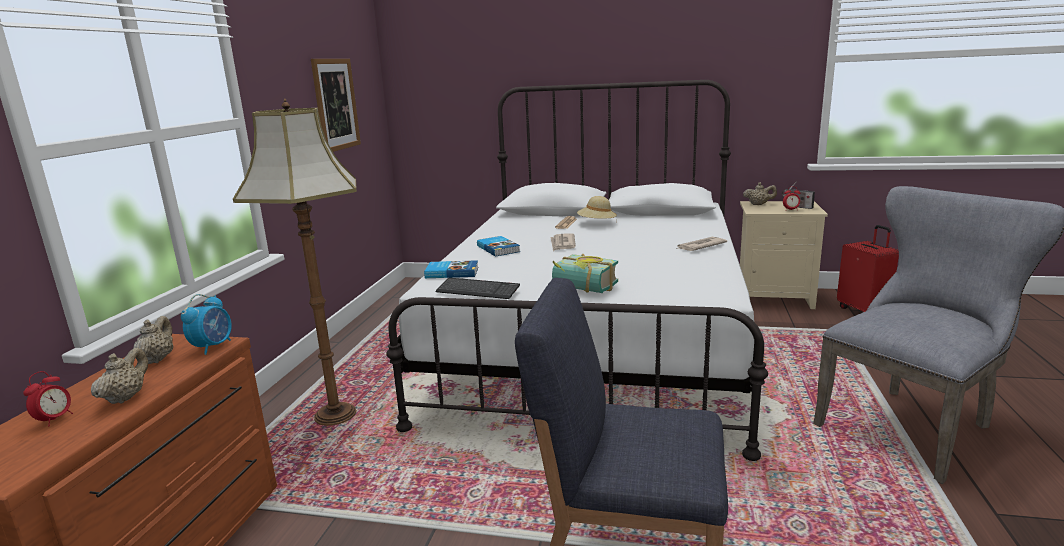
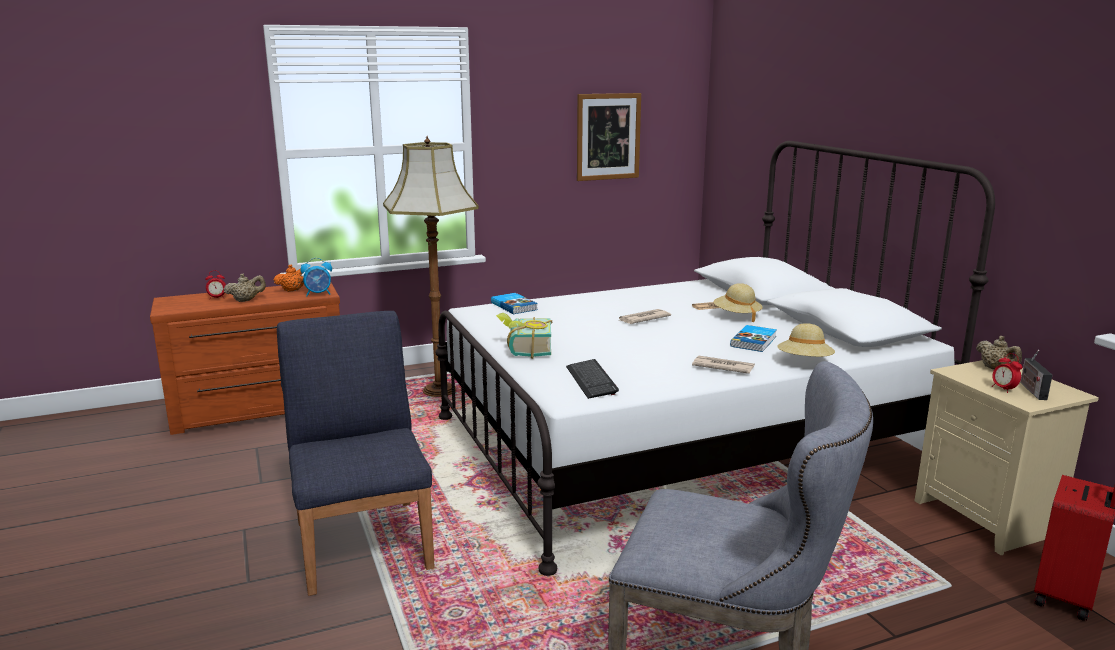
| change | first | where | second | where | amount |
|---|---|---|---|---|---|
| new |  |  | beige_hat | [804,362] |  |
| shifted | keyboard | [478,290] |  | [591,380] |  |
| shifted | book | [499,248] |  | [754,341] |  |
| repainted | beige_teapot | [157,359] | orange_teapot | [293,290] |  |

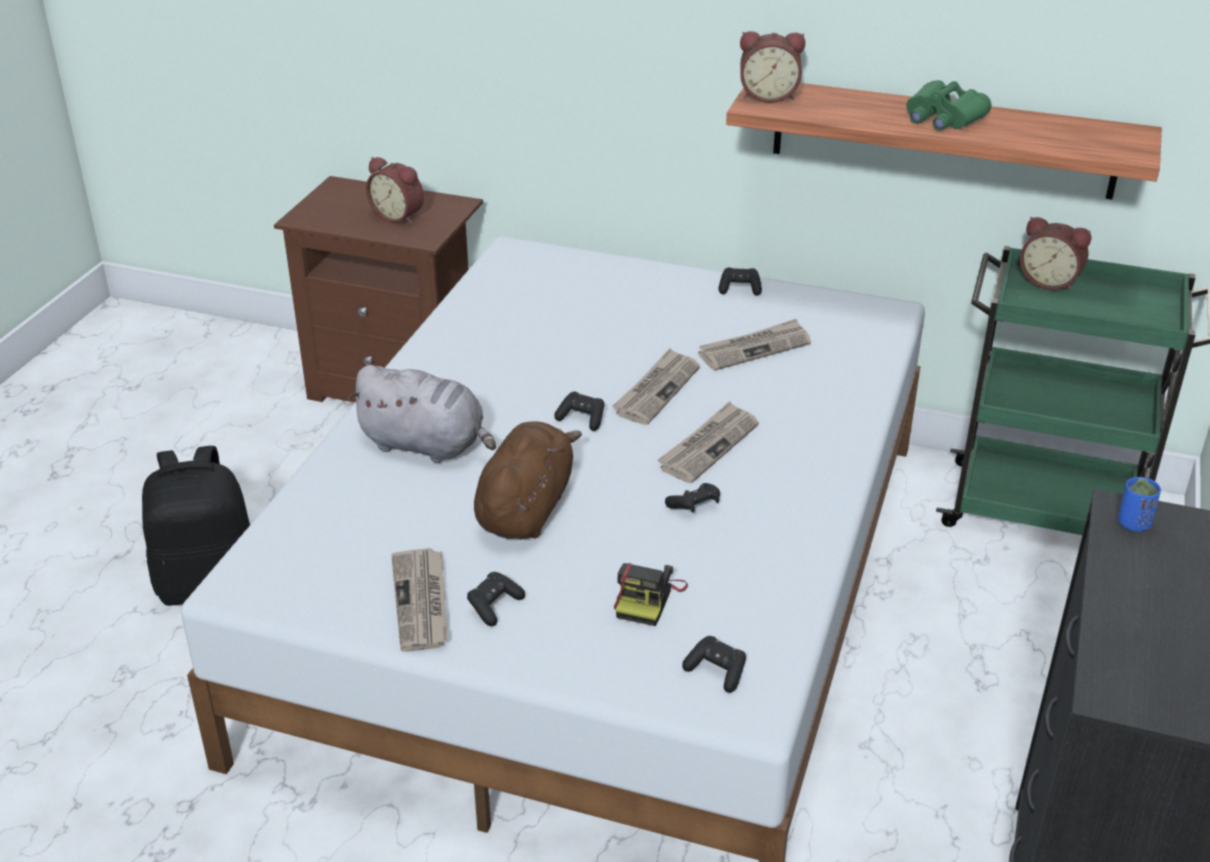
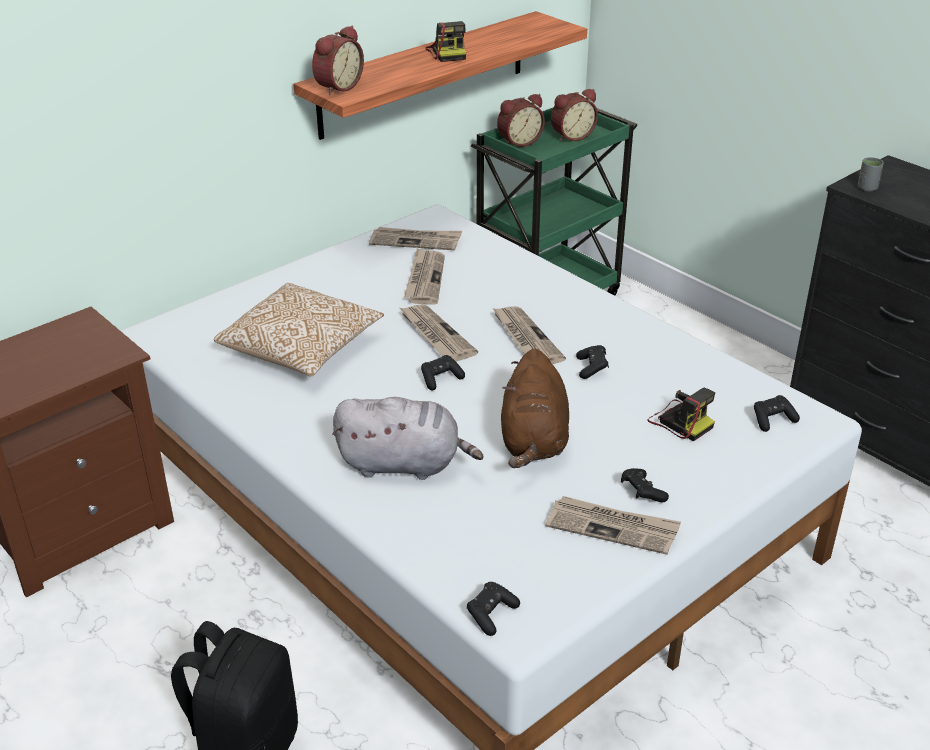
| change | first | where | second | where | amount |
|---|---|---|---|---|---|
| new |  |  | pillow | [301,348] |  |
| new |  |  | newspaper | [416,241] |  |
| shifted | alarm_clock | [399,216] |  | [571,136] |  |
| shifted | black_game_controller | [739,289] |  | [491,614] |  |
| swapped | green_binoculars | [942,118] | photo_camera | [448,53] |  |
| repainted | blue_cup | [1133,524] | grey_cup | [867,188] |  |
| rotated | grey_plush_toy | [427,445] |  | [404,464] | 45 degrees clockwise |
| rotated | brown_plush_toy | [526,508] |  | [534,441] | 135 degrees counterclockwise |

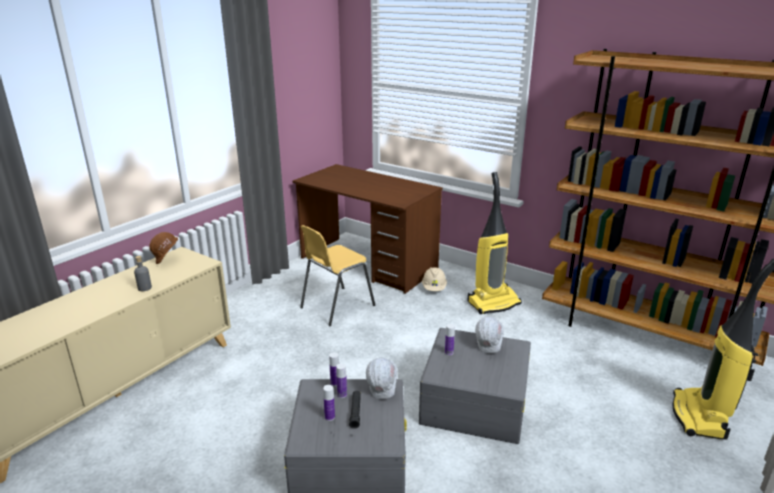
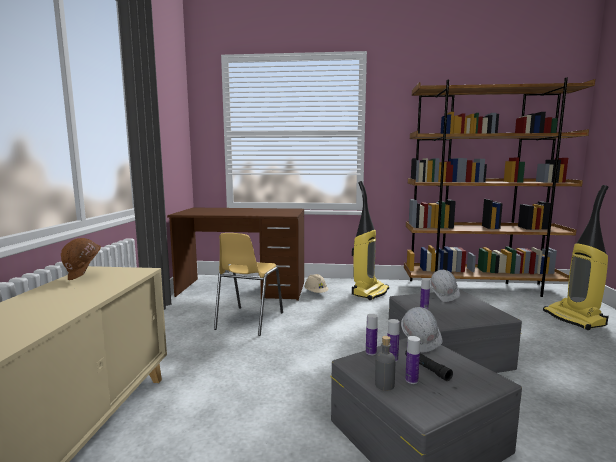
| change | first | where | second | where | amount |
|---|---|---|---|---|---|
| shifted | grey_bottle | [144,288] |  | [384,385] |  |

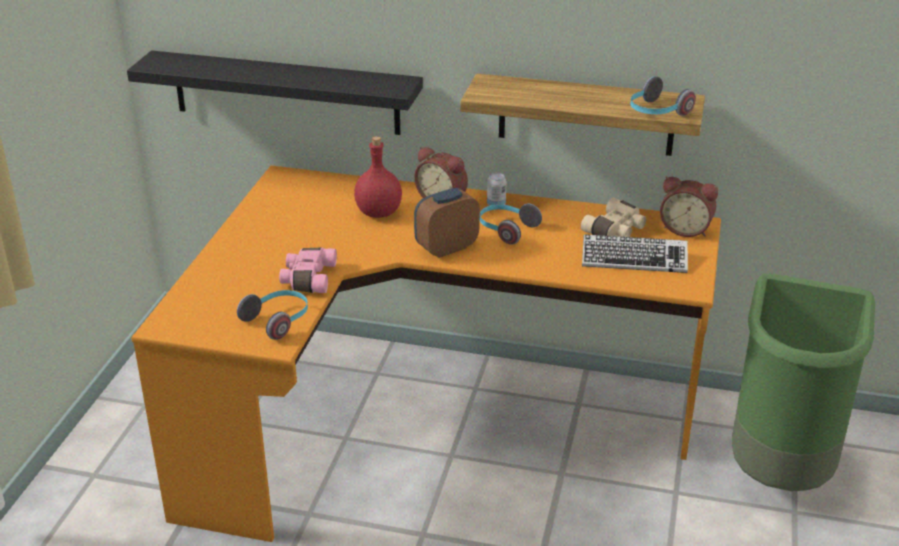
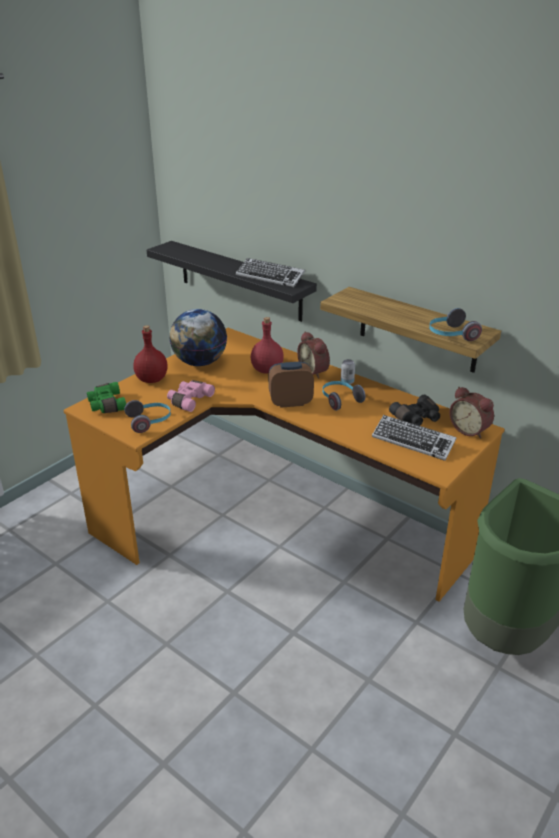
| change | first | where | second | where | amount |
|---|---|---|---|---|---|
| new |  |  | green_binoculars | [106,405] |  |
| new |  |  | red_bottle | [152,379] |  |
| new |  |  | globe | [199,363] |  |
| new |  |  | keyboard | [270,277] |  |
| repainted | beige_binoculars | [616,230] | black_binoculars | [417,418] |  |

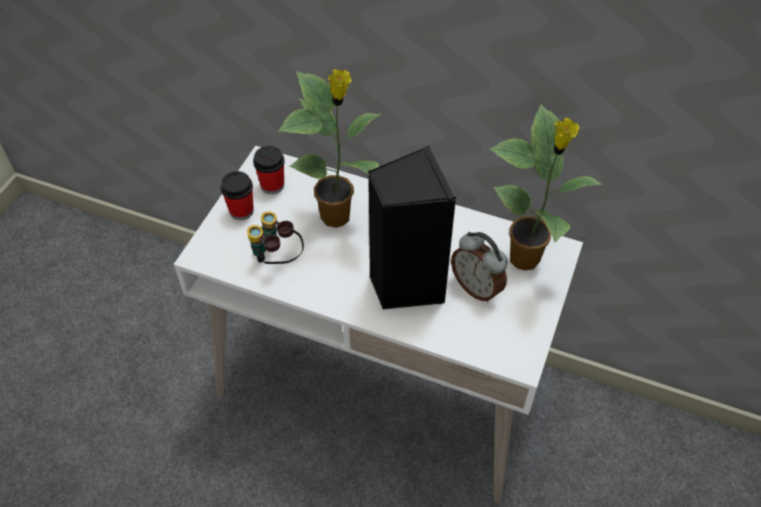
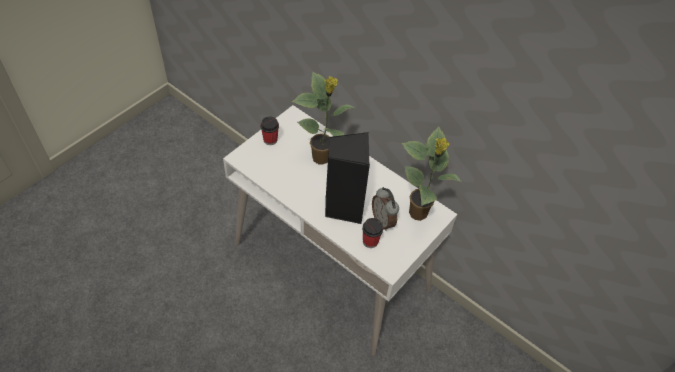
| change | first | where | second | where | amount |
|---|---|---|---|---|---|
| gone | binoculars | [277,260] |  |  |  |
| shifted | cup | [272,185] |  | [370,241] |  |

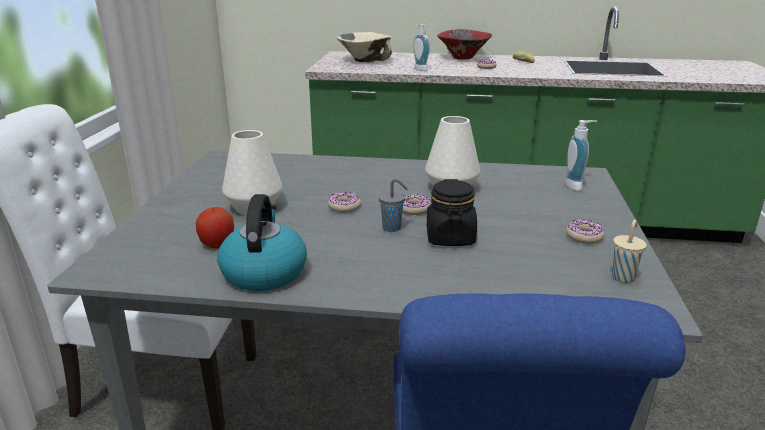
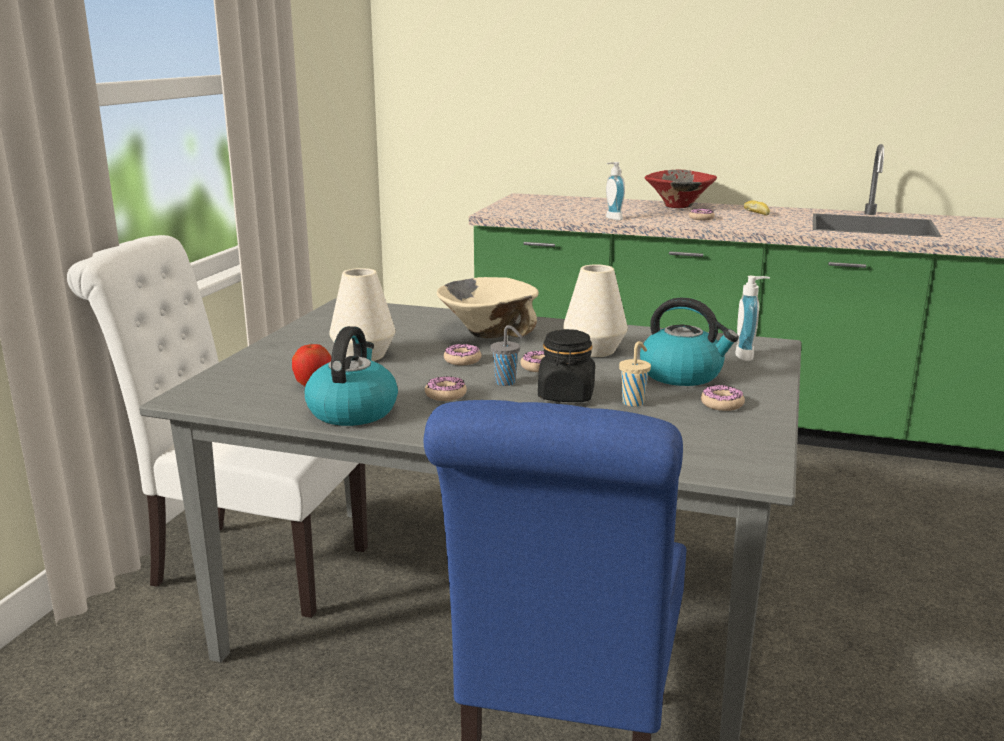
| change | first | where | second | where | amount |
|---|---|---|---|---|---|
| new |  |  | donut | [445,395] |  |
| new |  |  | kettle | [682,374] |  |
| shifted | beige_bowl | [364,61] |  | [488,333] |  |
| shifted | beige_cup | [623,277] |  | [633,402] |  |

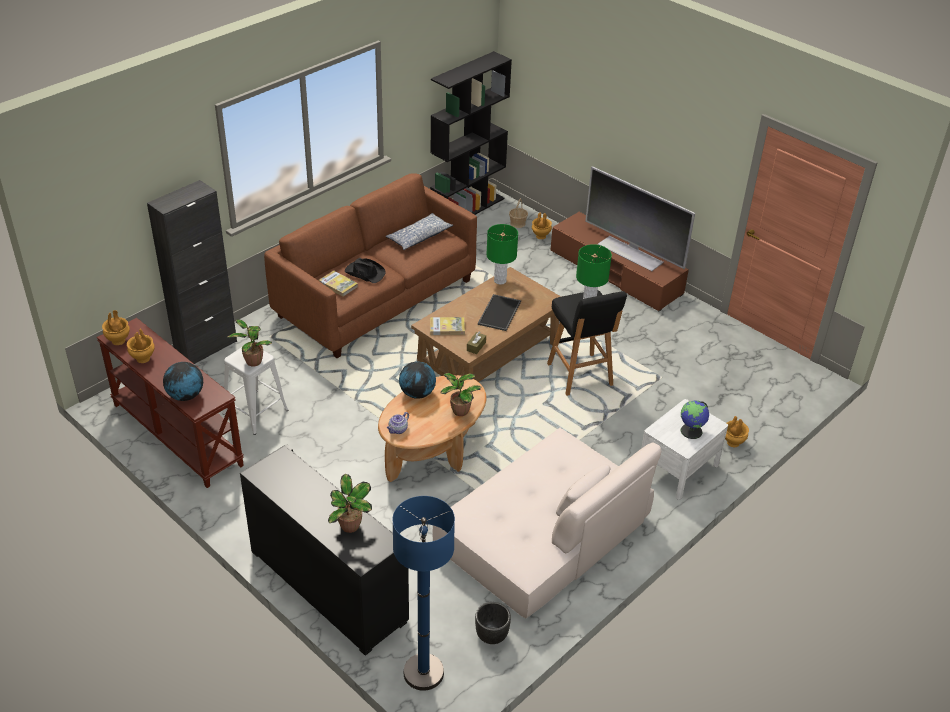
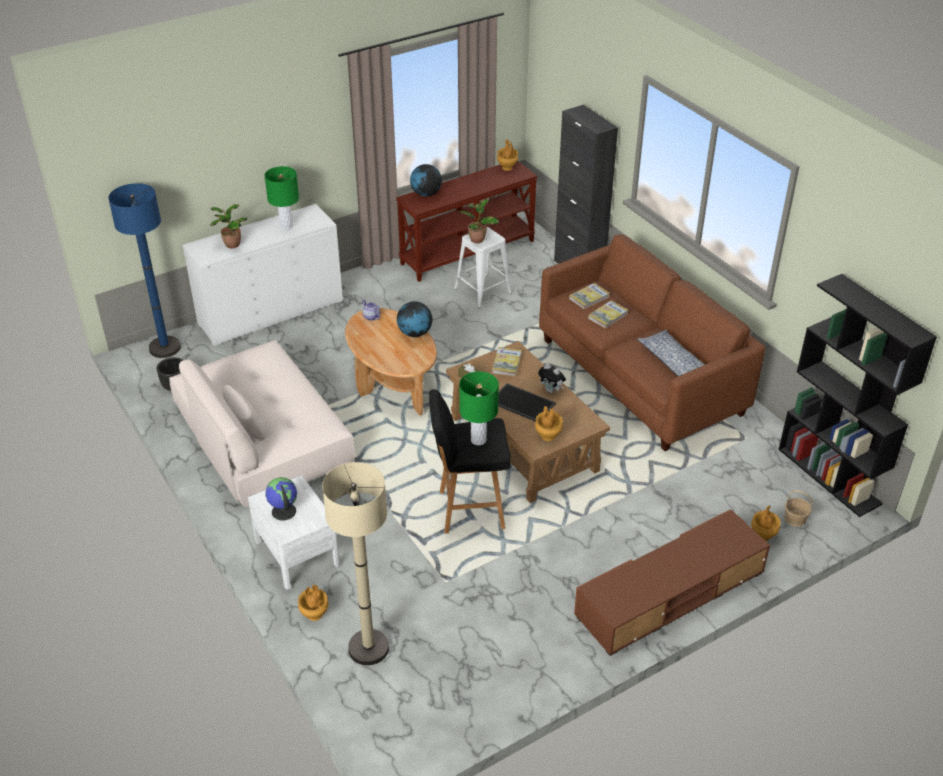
| change | first | where | second | where | amount |
|---|---|---|---|---|---|
| gone | potted_plant | [459,411] |  |  |  |
| gone | television | [631,253] |  |  |  |
| new |  |  | beige_floor_lamp | [368,648] |  |
| new |  |  | plush_toy | [551,390] |  |
| shifted | brown_vase | [143,359] |  | [547,436] |  |
| shifted | green_table_lamp | [500,280] |  | [286,226] |  |
| swapped | black_hat | [364,272] | book | [608,316] |  |
| repainted | black_cabinet | [328,585] | white_cabinet | [271,312] |  |

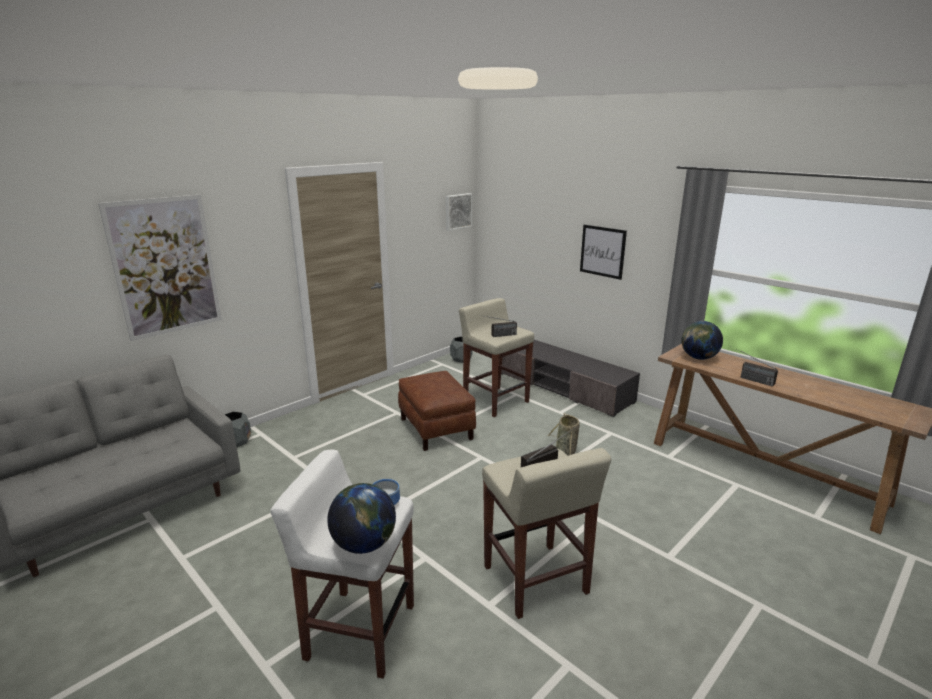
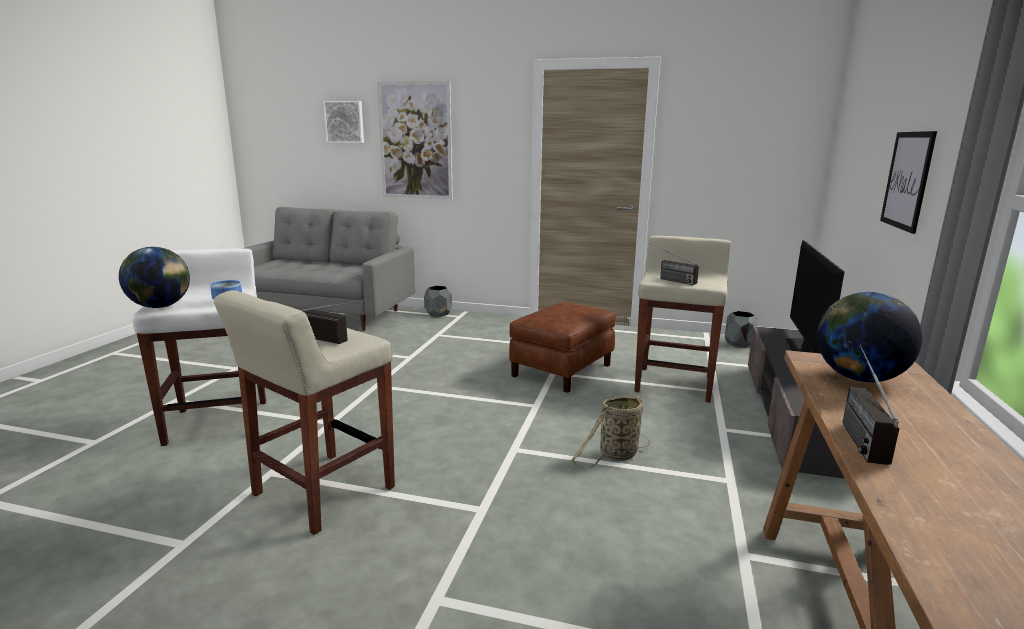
| change | first | where | second | where | amount |
|---|---|---|---|---|---|
| new |  |  | television | [807,351] |  |
| shifted | picture | [457,211] |  | [345,122] |  |

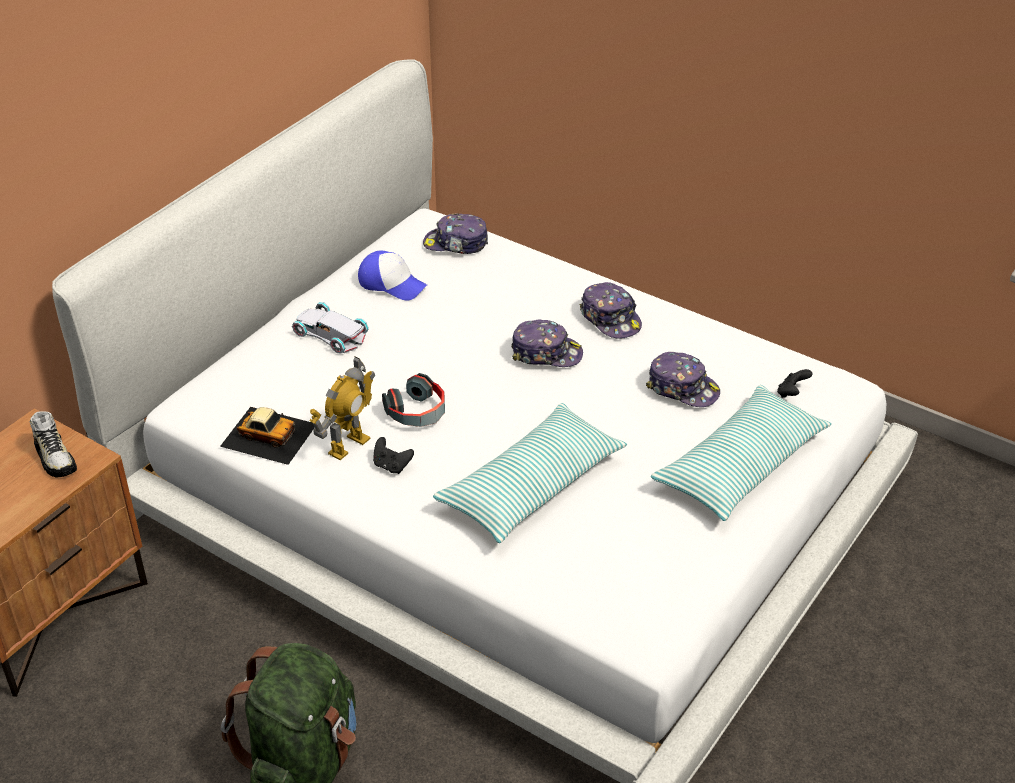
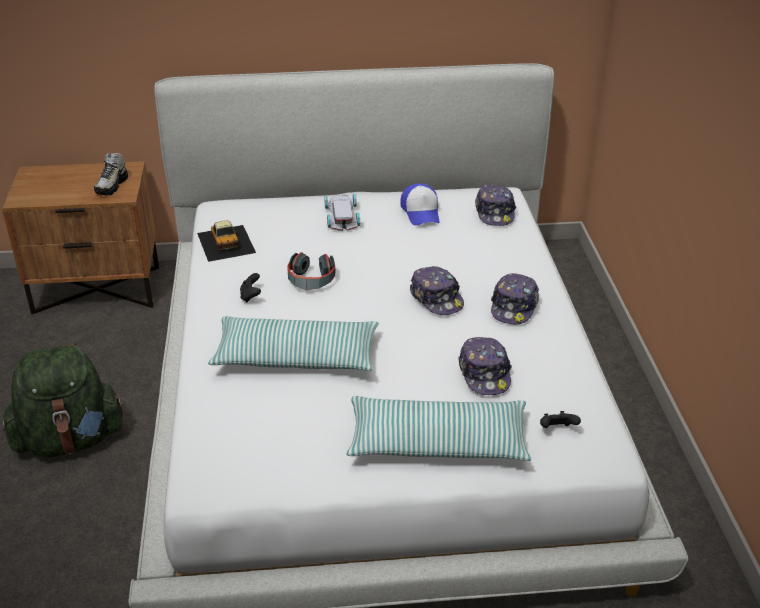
| change | first | where | second | where | amount |
|---|---|---|---|---|---|
| gone | toy_robot | [348,445] |  |  |  |
| rotated | cap | [456,244] |  | [495,213] | 150 degrees counterclockwise |

